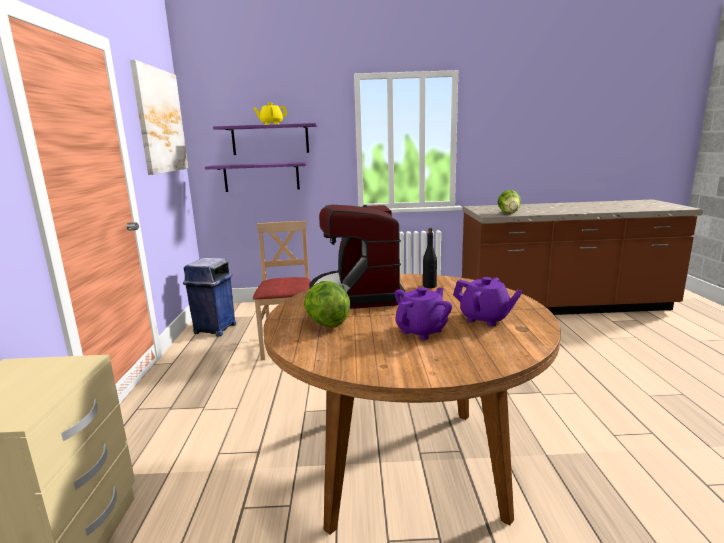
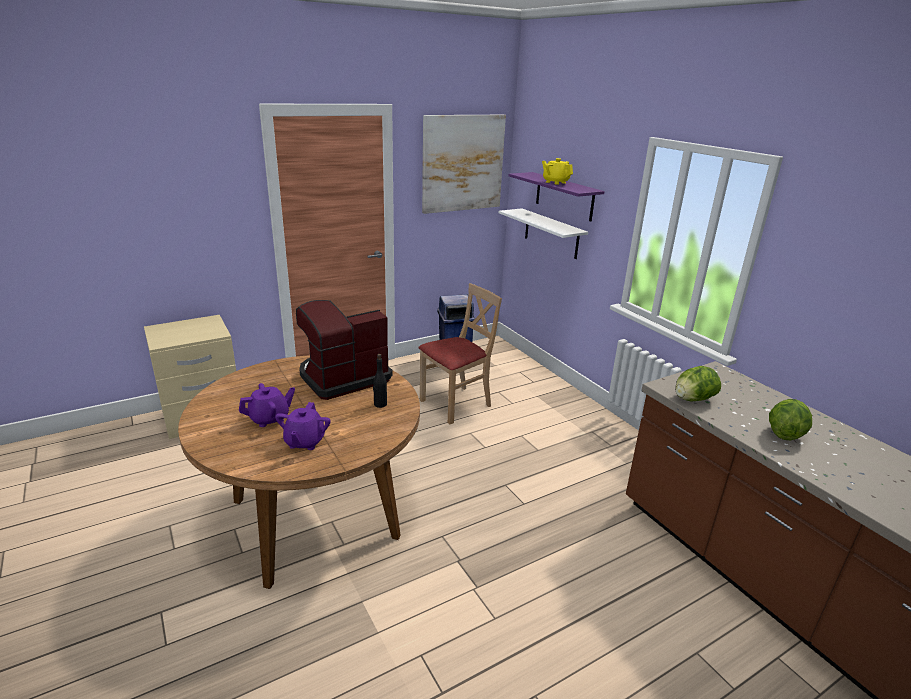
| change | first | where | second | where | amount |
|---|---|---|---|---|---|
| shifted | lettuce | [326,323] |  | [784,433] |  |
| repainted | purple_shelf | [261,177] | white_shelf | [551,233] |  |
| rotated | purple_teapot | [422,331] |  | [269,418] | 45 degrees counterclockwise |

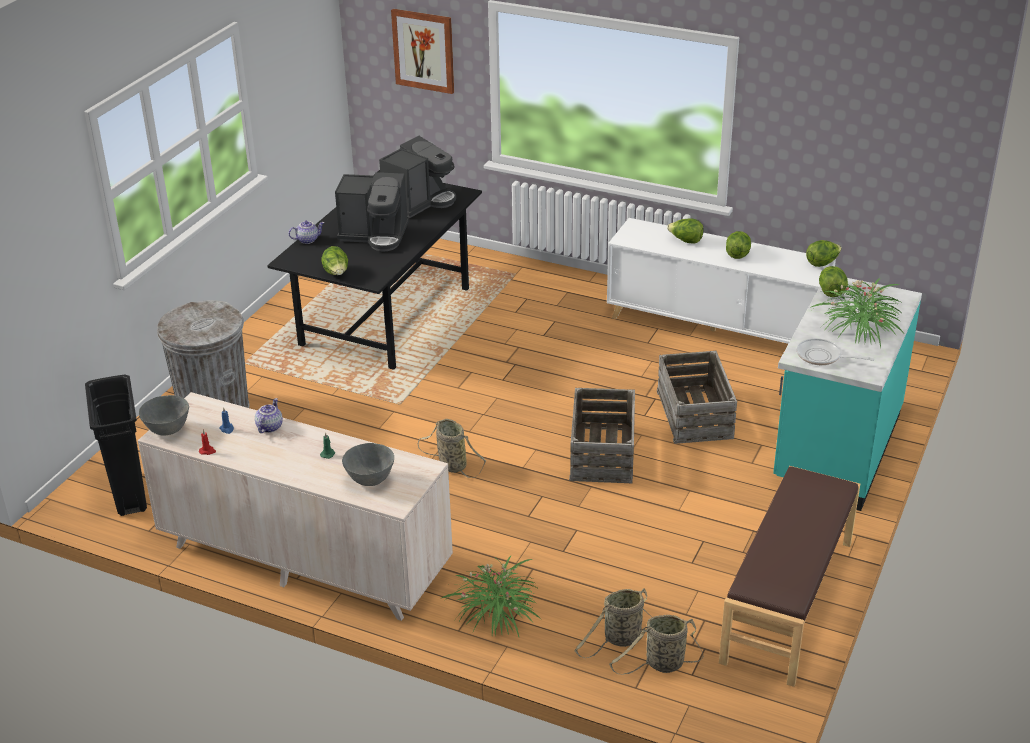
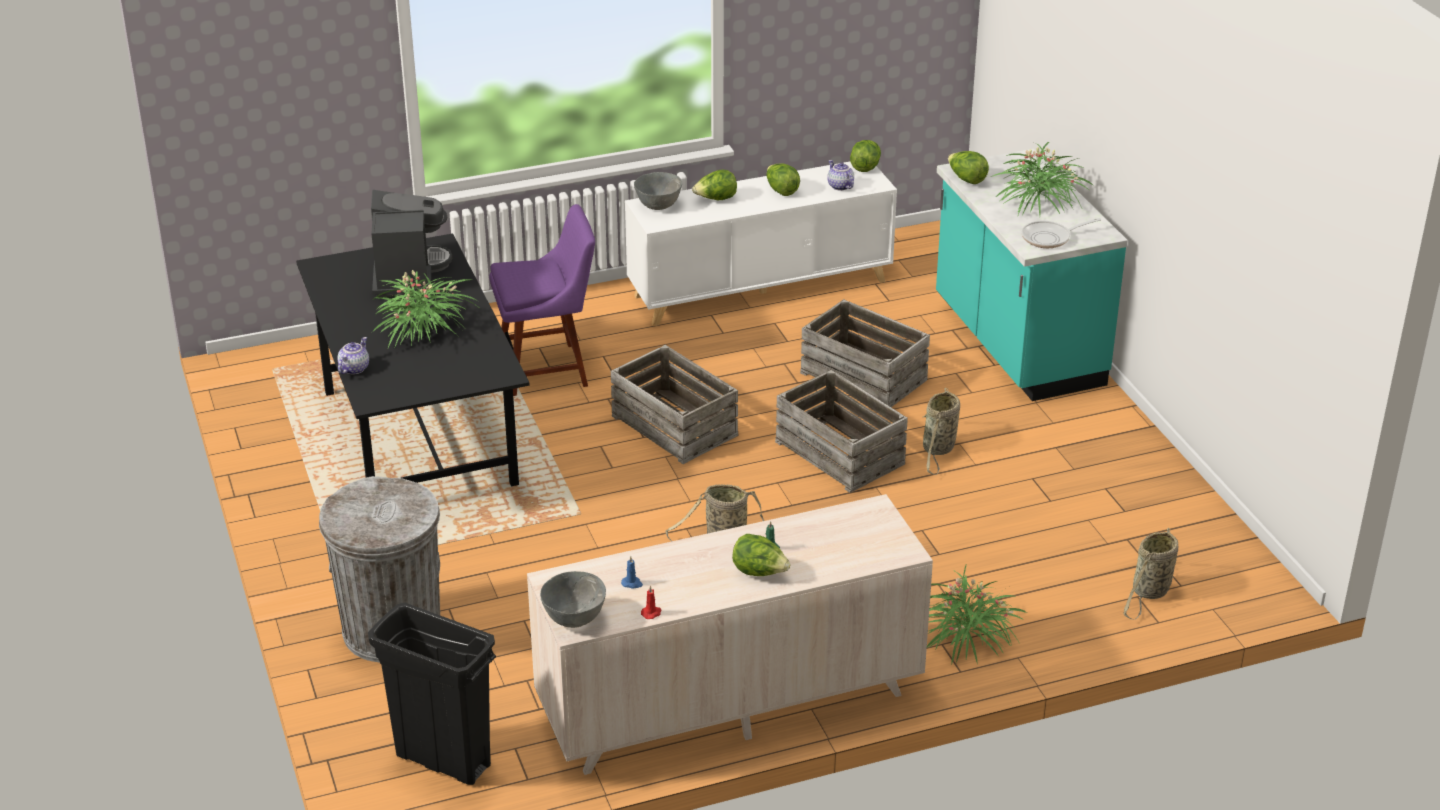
| change | first | where | second | where | amount |
|---|---|---|---|---|---|
| gone | picture | [423,50] |  |  |  |
| gone | brown_bench | [789,601] |  |  |  |
| new |  |  | purple_chair | [548,369] |  |
| new |  |  | crate | [673,426] |  |
| shifted | teapot | [269,427] |  | [839,186] |  |
| shifted | lettuce | [336,273] |  | [759,572] |  |
| shifted | grey_bowl | [370,480] |  | [658,206] |  |
| shifted | basket | [620,639] |  | [938,449] |  |
| swapped | coffee_machine | [375,235] | potted_plant | [421,329] |  |

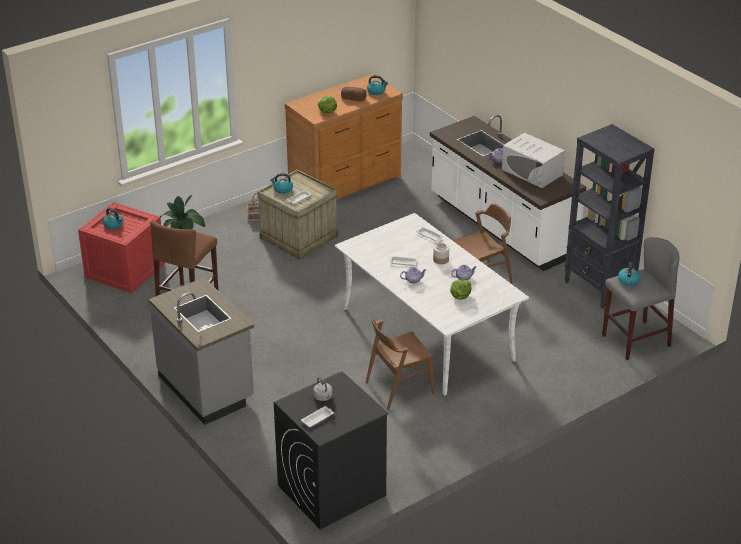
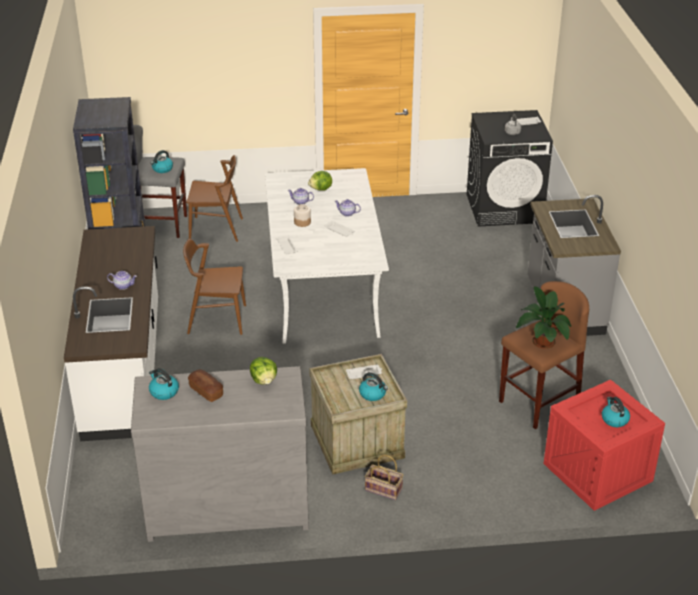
| change | first | where | second | where | amount |
|---|---|---|---|---|---|
| gone | white_microwave | [532,172] |  |  |  |
| shifted | brown_chair | [399,388] |  | [216,229] |  |
| repainted | brown_dresser | [346,183] | grey_dresser | [227,505] |  |

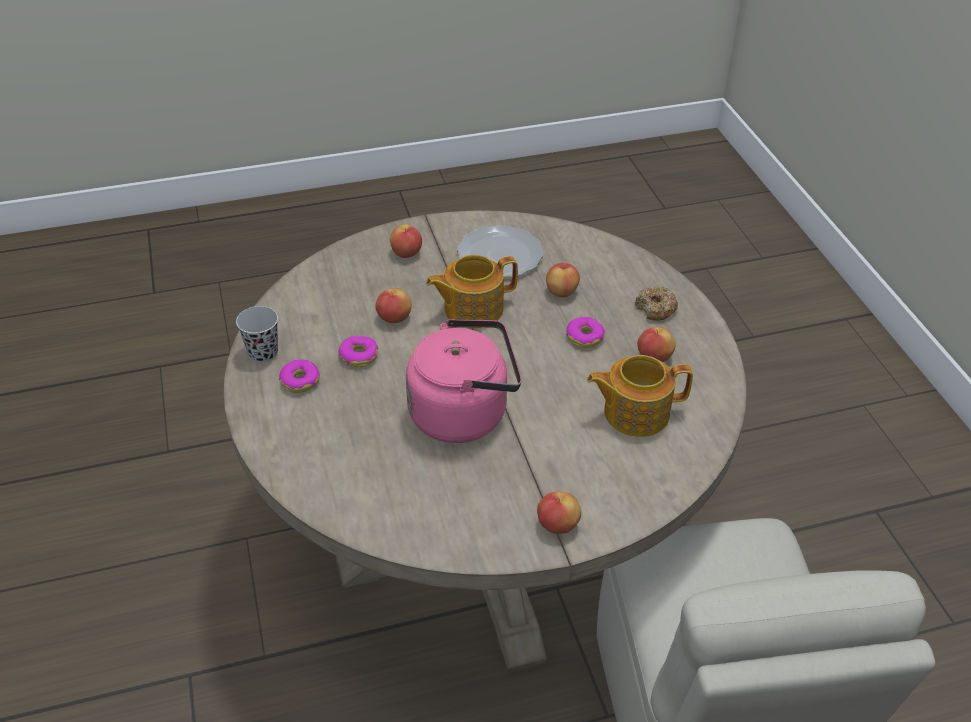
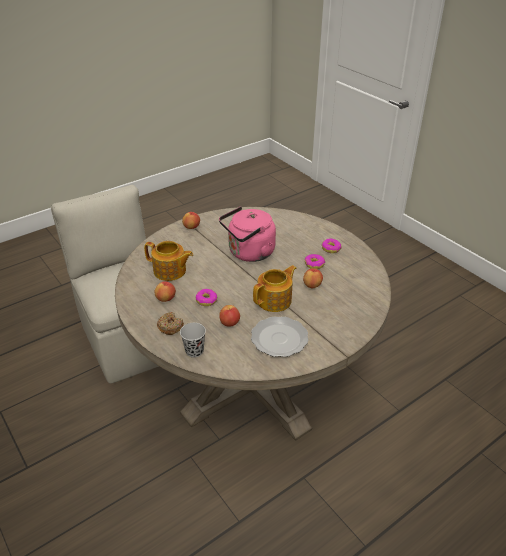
| change | first | where | second | where | amount |
|---|---|---|---|---|---|
| gone | apple | [406,253] |  |  |  |
| shifted | black_cup | [263,353] |  | [194,351] |  |
| rotated | teapot | [634,412] |  | [170,271] | 45 degrees clockwise |

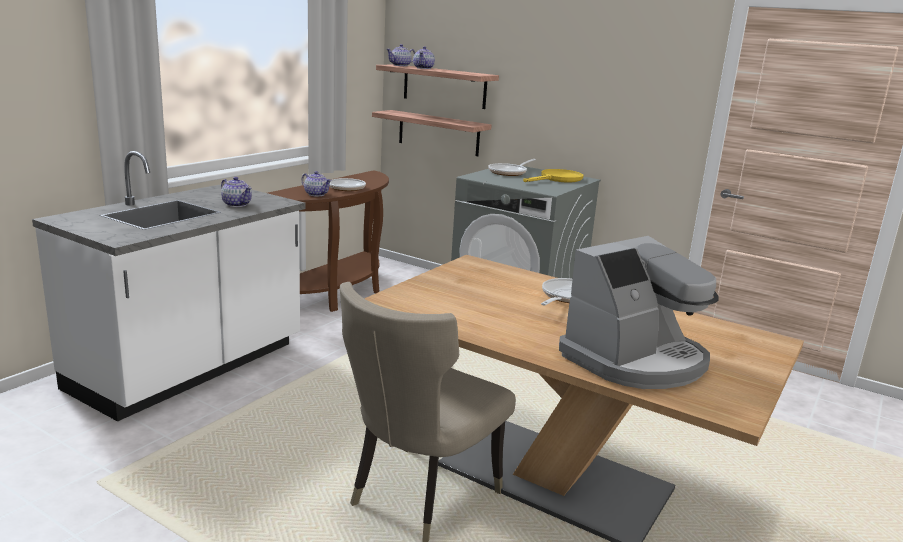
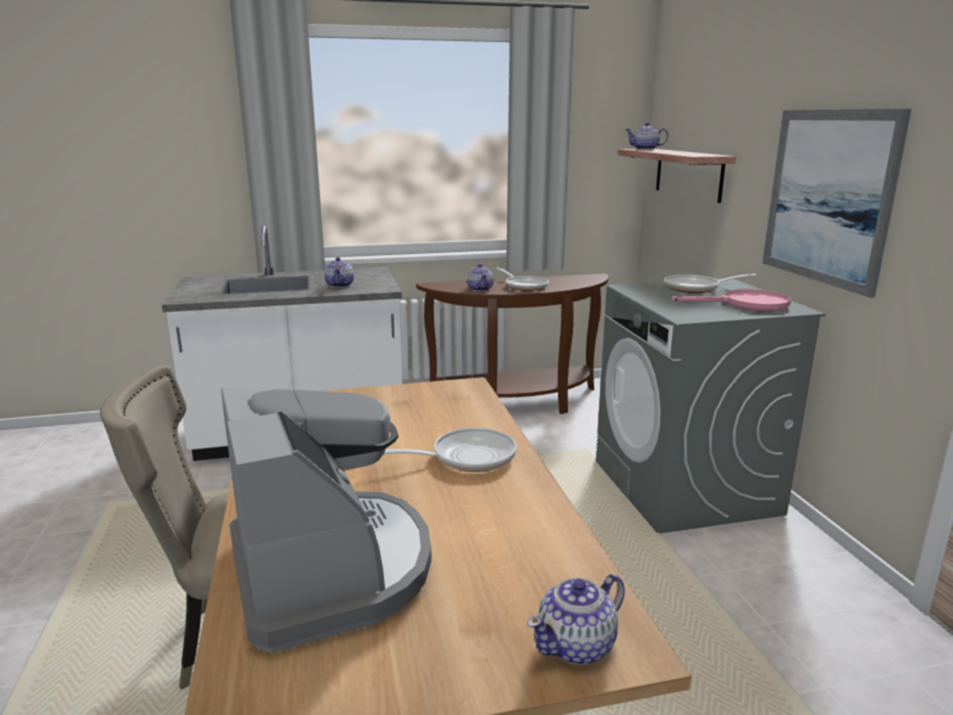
| change | first | where | second | where | amount |
|---|---|---|---|---|---|
| gone | shelf | [438,133] |  |  |  |
| new |  |  | picture | [827,197] |  |
| shifted | teapot | [424,68] |  | [577,645] |  |
| repainted | yellow_frying_pan | [557,179] | pink_frying_pan | [746,304] |  |
| rotated | coffee_machine | [635,360] |  | [330,569] | 120 degrees counterclockwise |

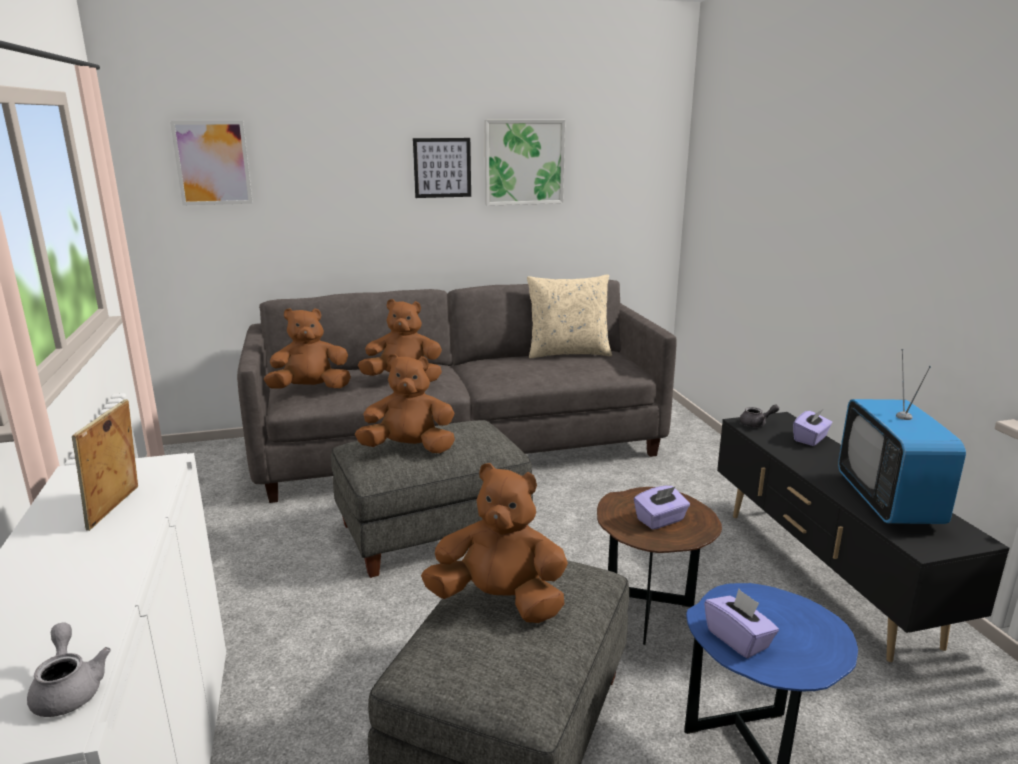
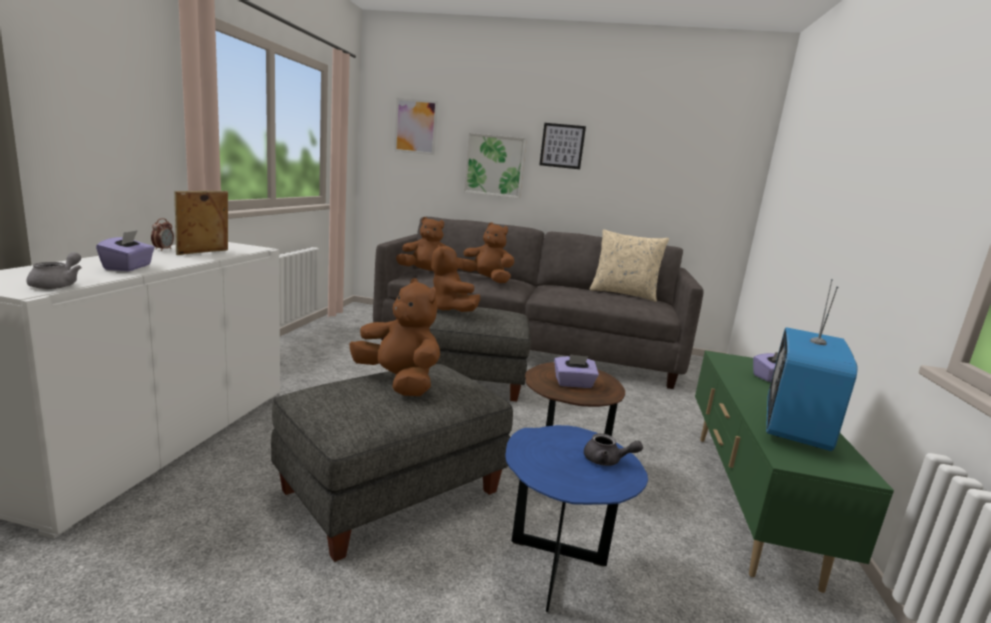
| change | first | where | second | where | amount |
|---|---|---|---|---|---|
| new |  |  | alarm_clock | [163,249] |  |
| shifted | picture | [524,162] |  | [495,165] |  |
| shifted | purple_tissue_box | [738,639] |  | [128,267] |  |
| shifted | grey_teapot | [756,424] |  | [607,461] |  |
| repainted | black_tv_stand | [823,575] | green_tv_stand | [746,500] |  |
| rotated | brown_plush_toy | [409,448] |  | [451,311] | 135 degrees counterclockwise |

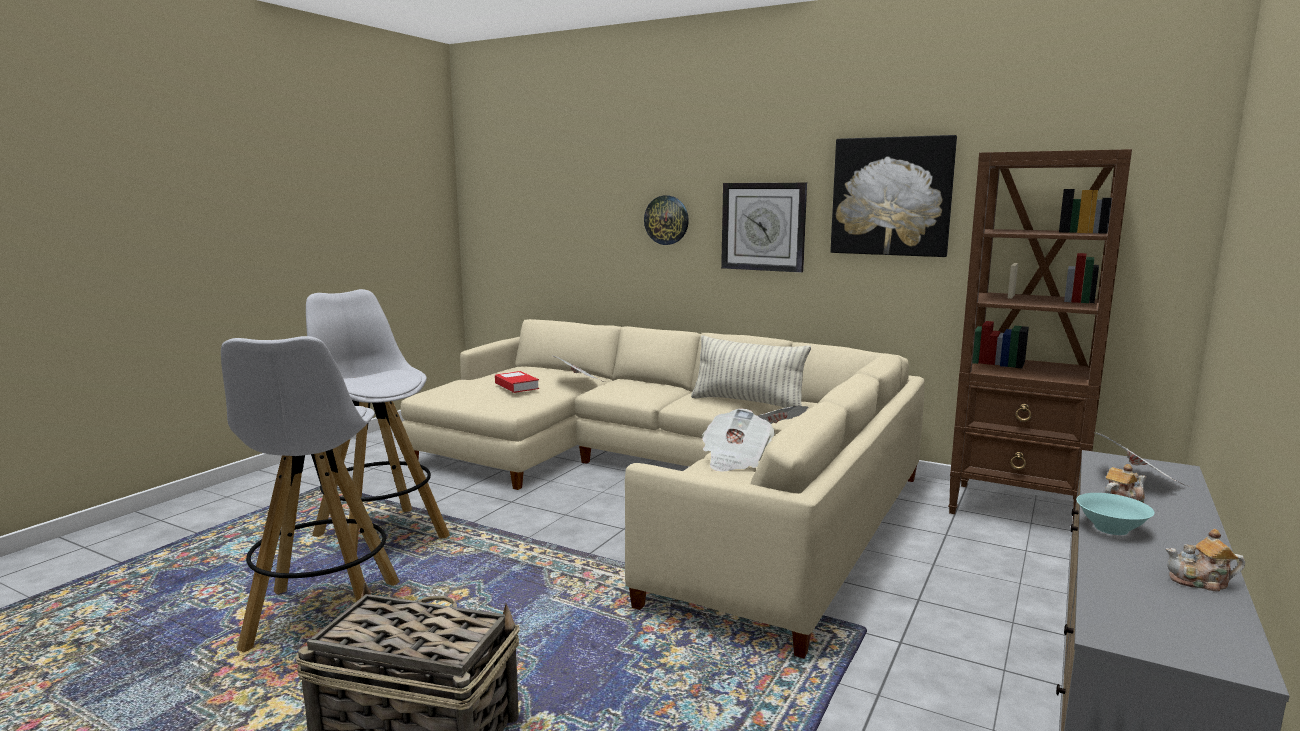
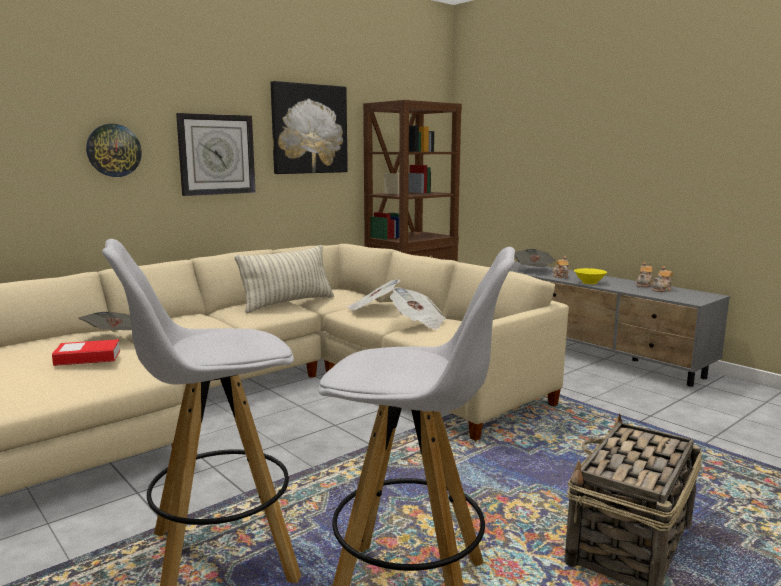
| change | first | where | second | where | amount |
|---|---|---|---|---|---|
| new |  |  | teapot | [662,290] |  |
| repainted | turquoise_bowl | [1111,529] | yellow_bowl | [589,283] |  |

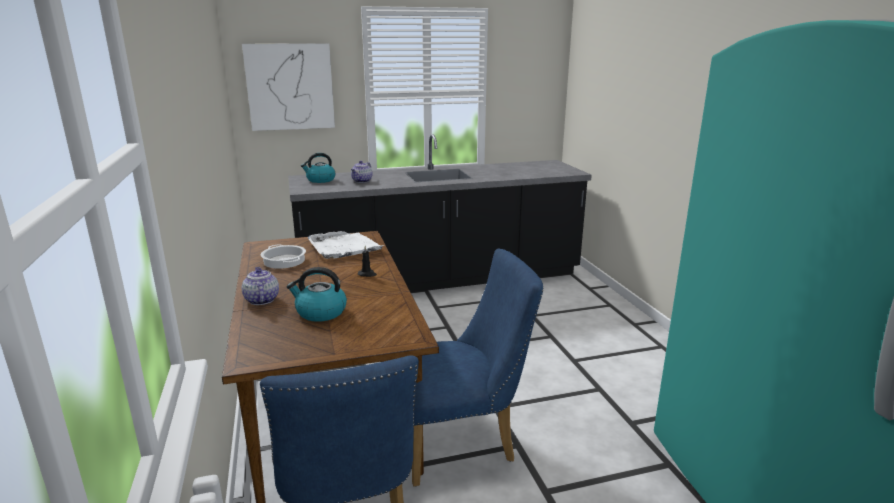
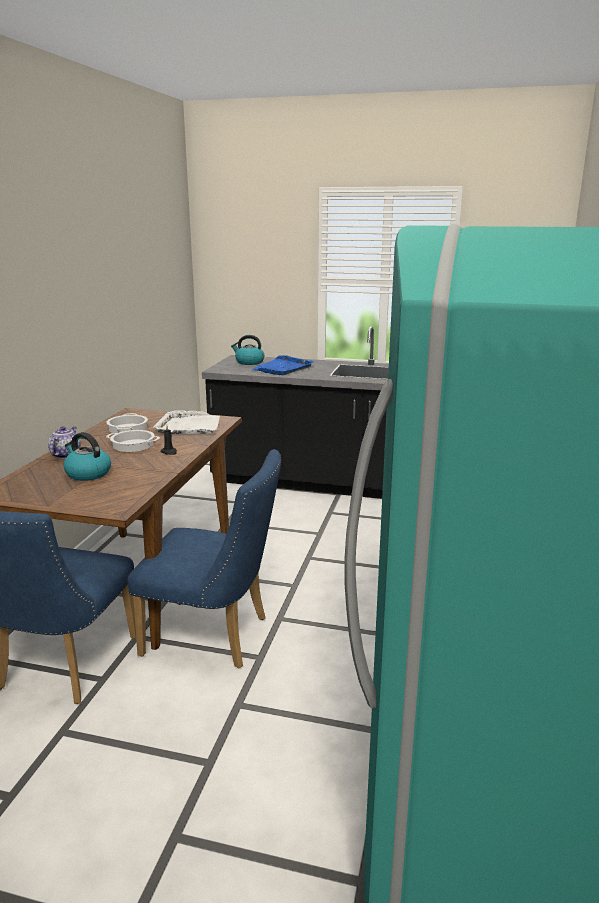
| change | first | where | second | where | amount |
|---|---|---|---|---|---|
| gone | picture | [290,87] |  |  |  |
| new |  |  | cooking_pot | [132,445] |  |
| swapped | teapot | [362,181] | blue_tray | [282,368] |  |

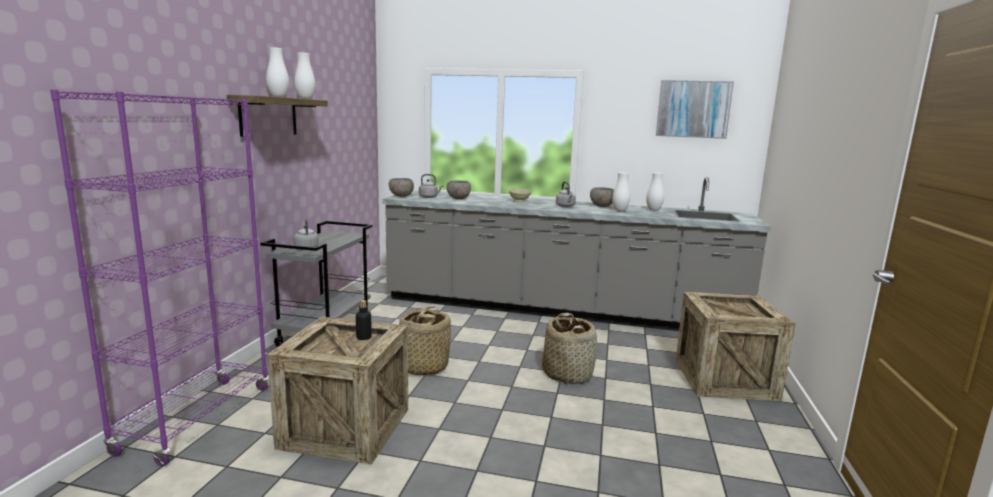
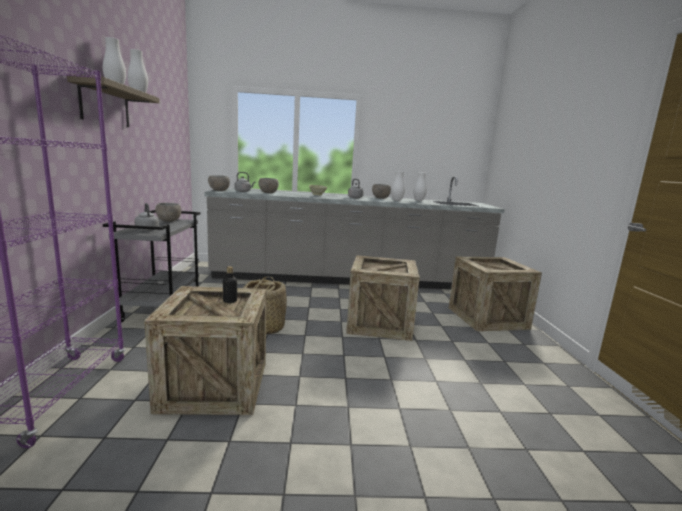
| change | first | where | second | where | amount |
|---|---|---|---|---|---|
| gone | picture | [693,109] |  |  |  |
| new |  |  | grey_bowl | [169,221] |  |
| swapped | basket | [567,374] | crate | [379,323] |  |

